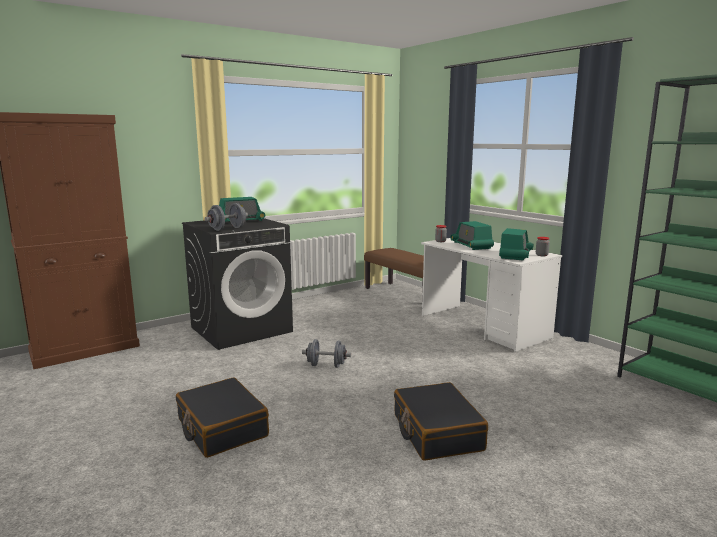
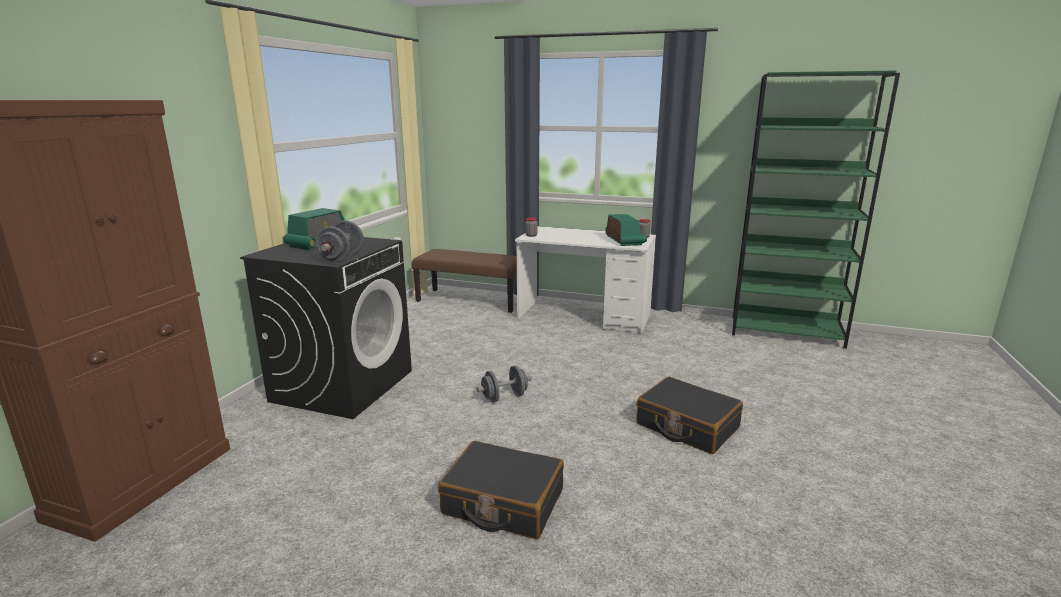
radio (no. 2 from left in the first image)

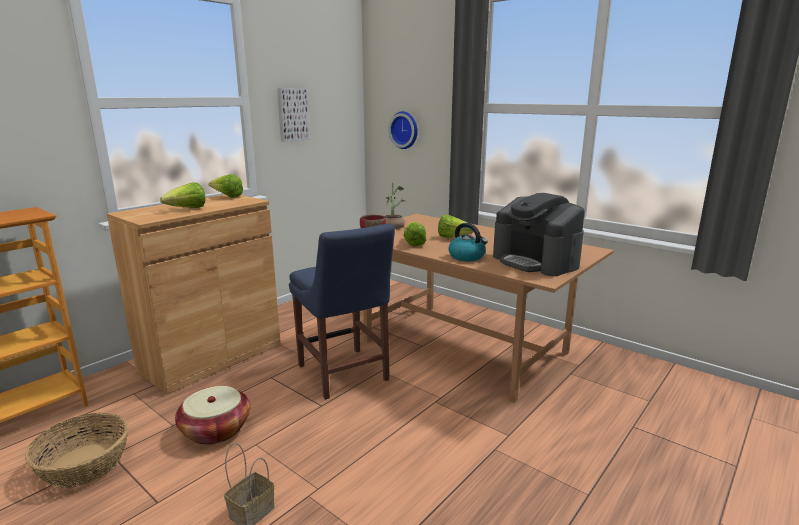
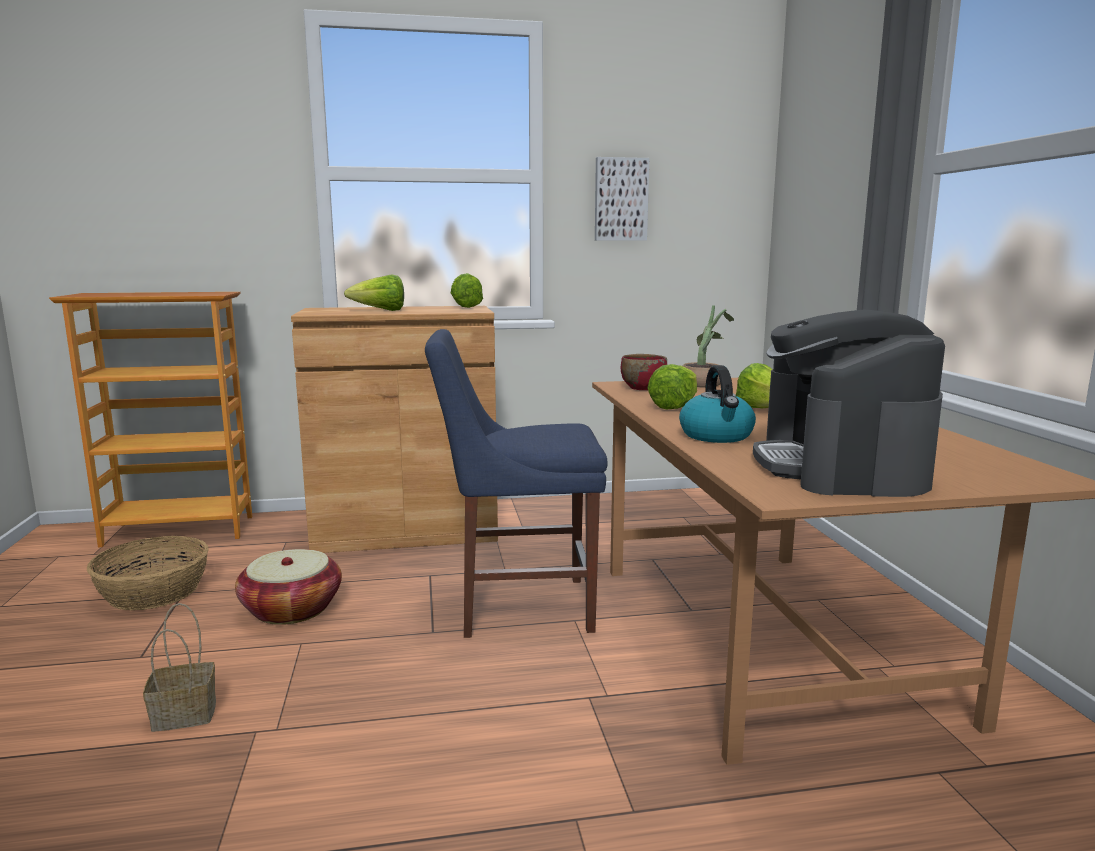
horloge murale
chaise (bleu)

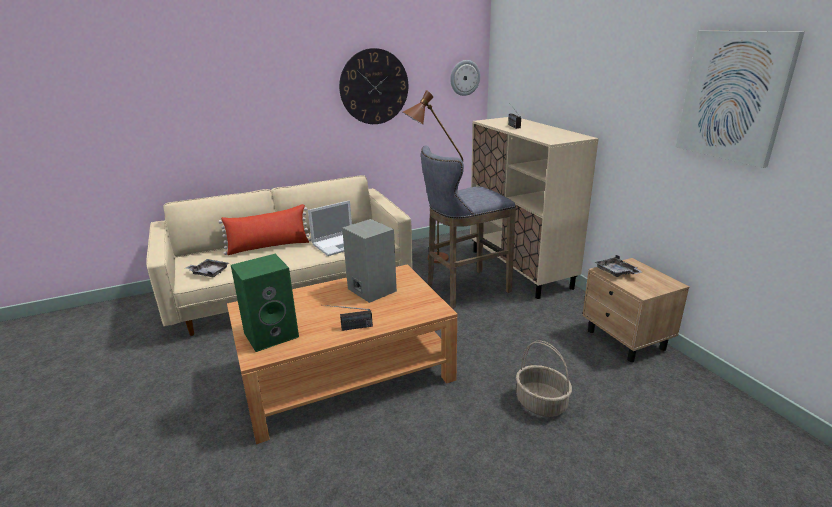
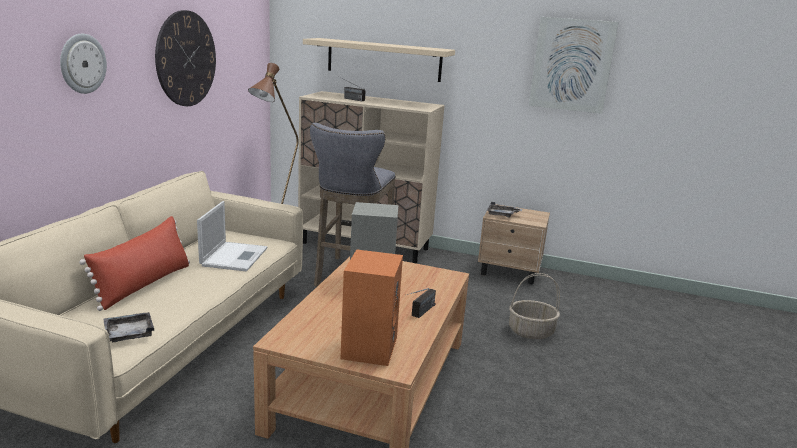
horloge murale (no. 1 from left)
enceinte (orange)
étagère (beige)

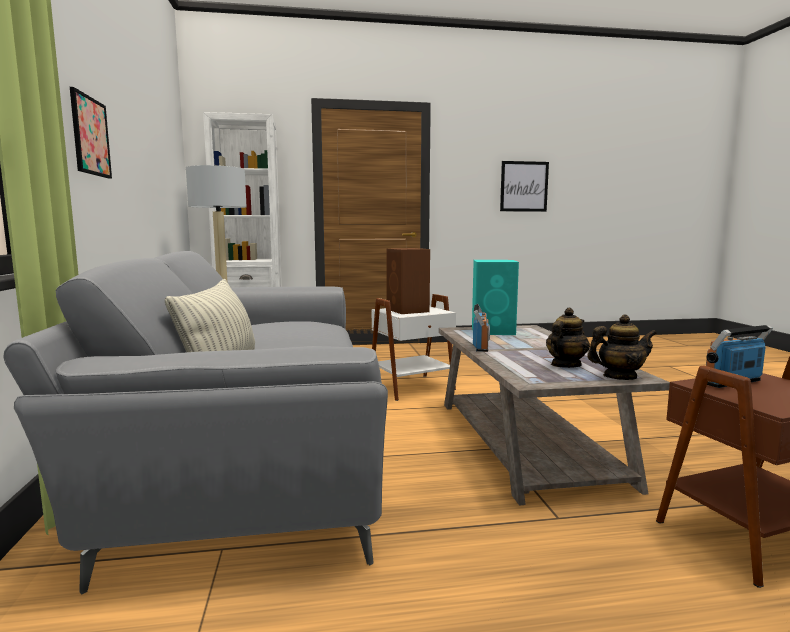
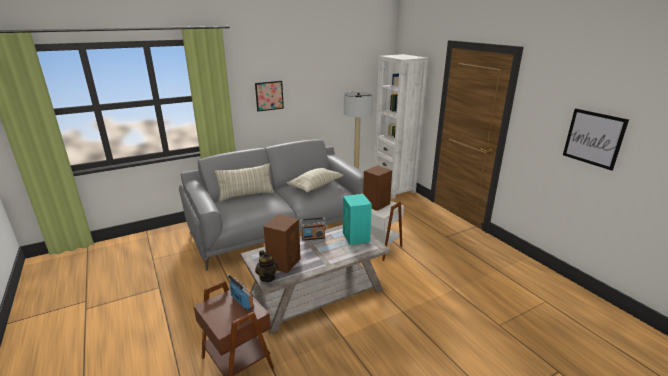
enceinte (marron) (no. 1 from left)
coussin (no. 2 from left)

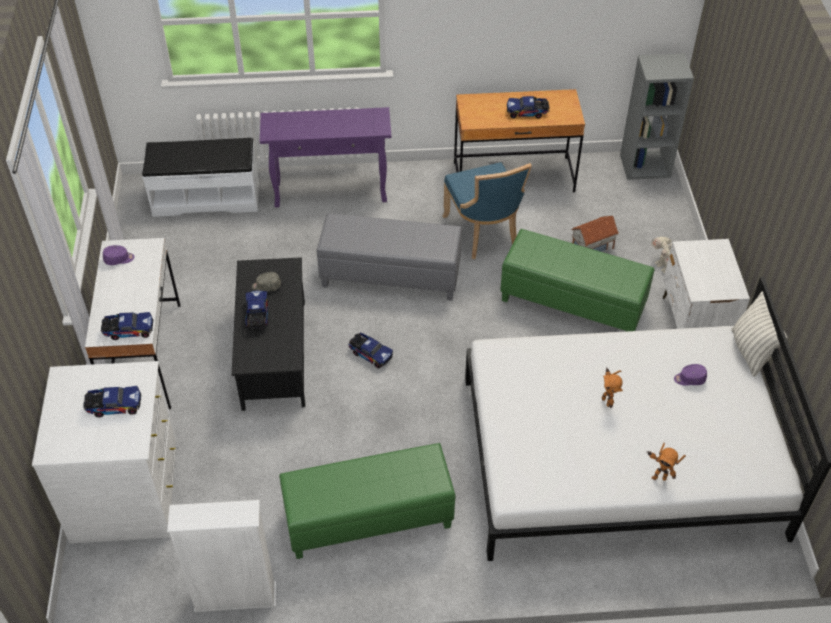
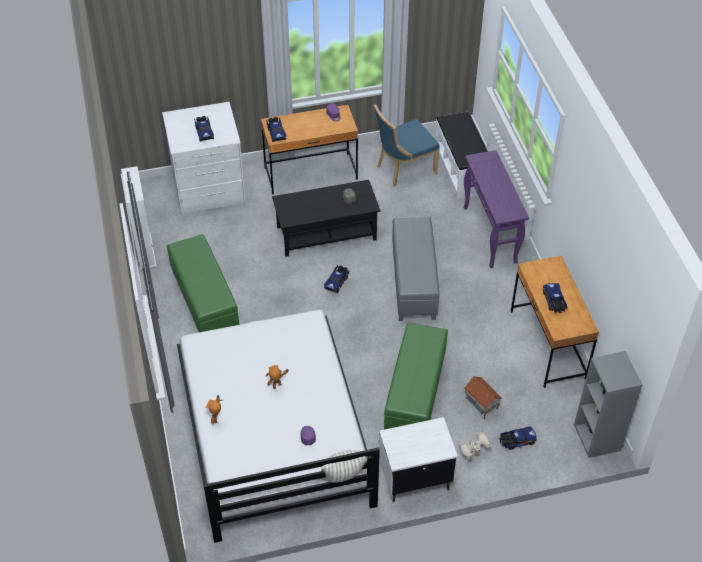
chaise (bleu)
bureau (marron) (no. 1 from left)
camion jouet (no. 4 from left)

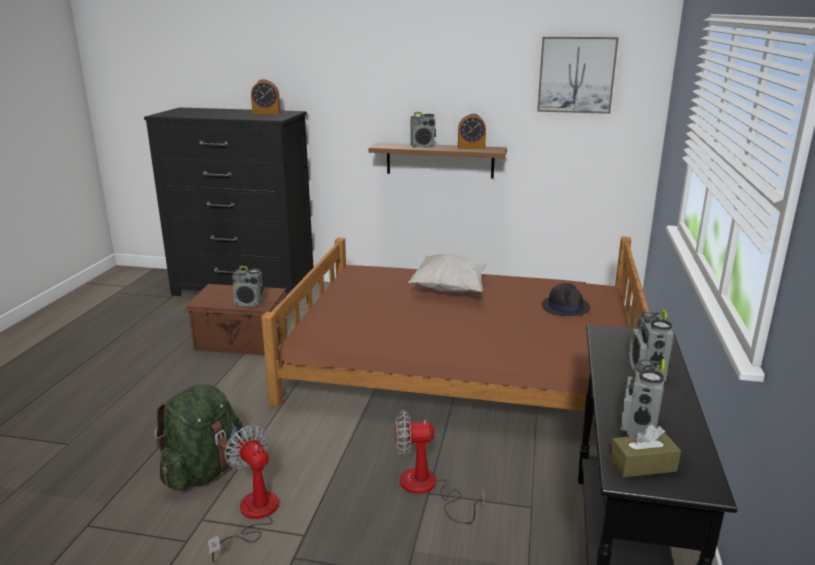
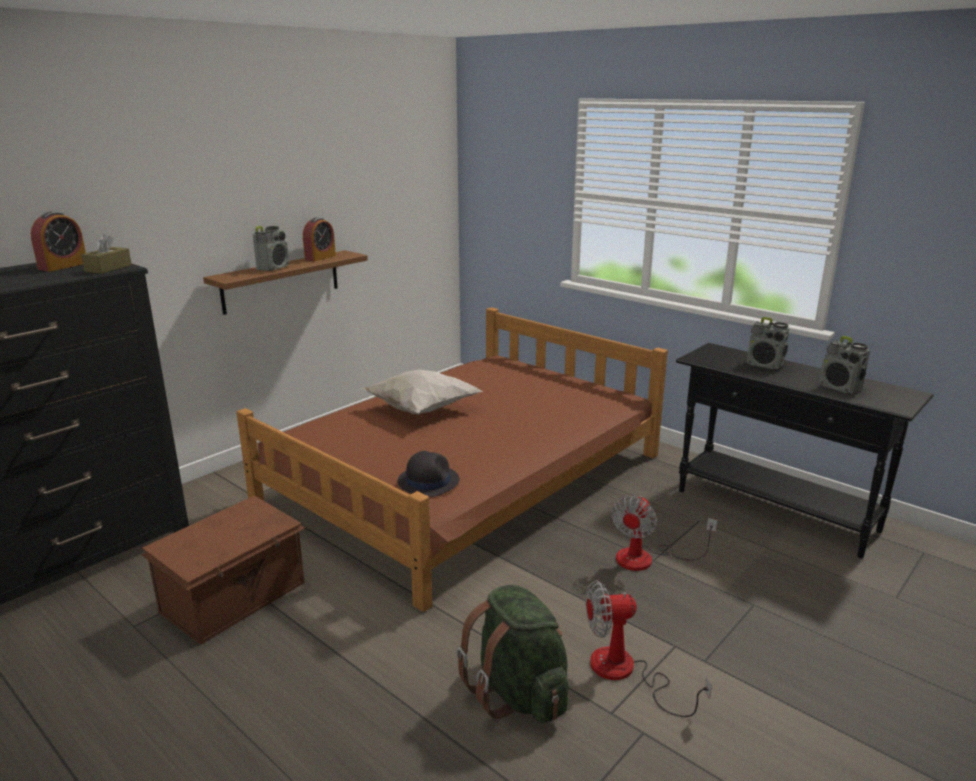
tableau
radio (no. 1 from left in the first image)
chapeau (noir)
boîte à mouchoirs (marron)

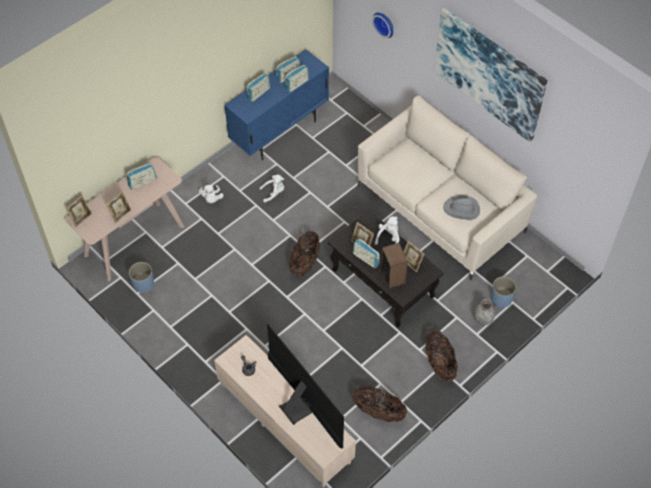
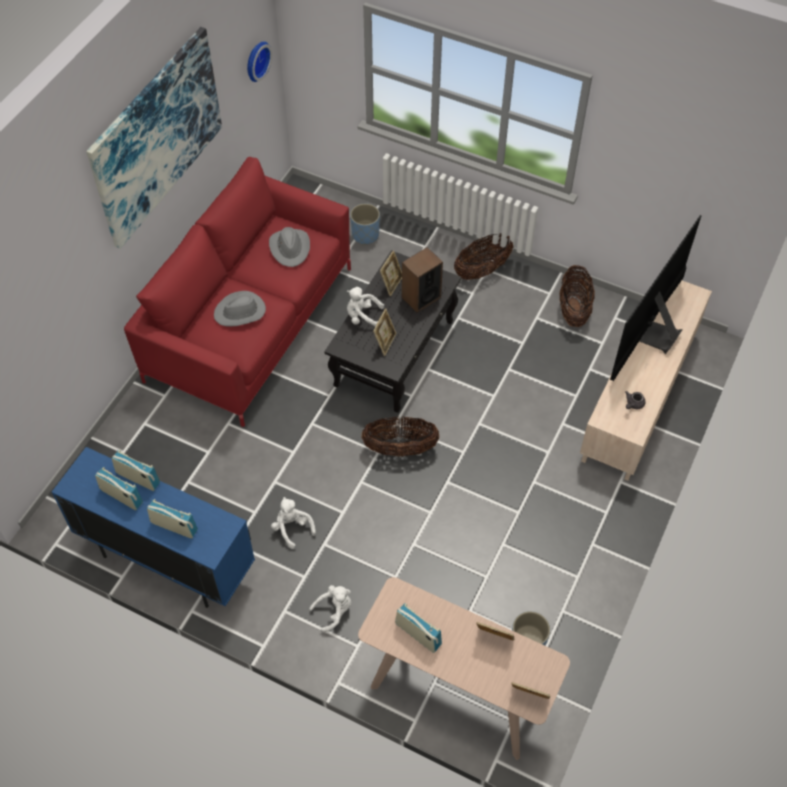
horloge murale
canapé (rouge)
radio (no. 5 from left in the first image)
vase (gris)
chapeau (gris) (no. 1 from left)

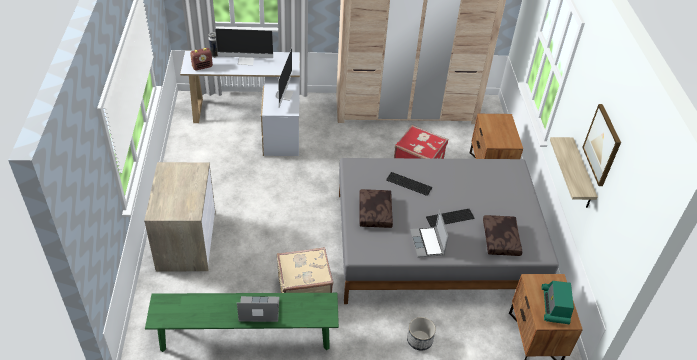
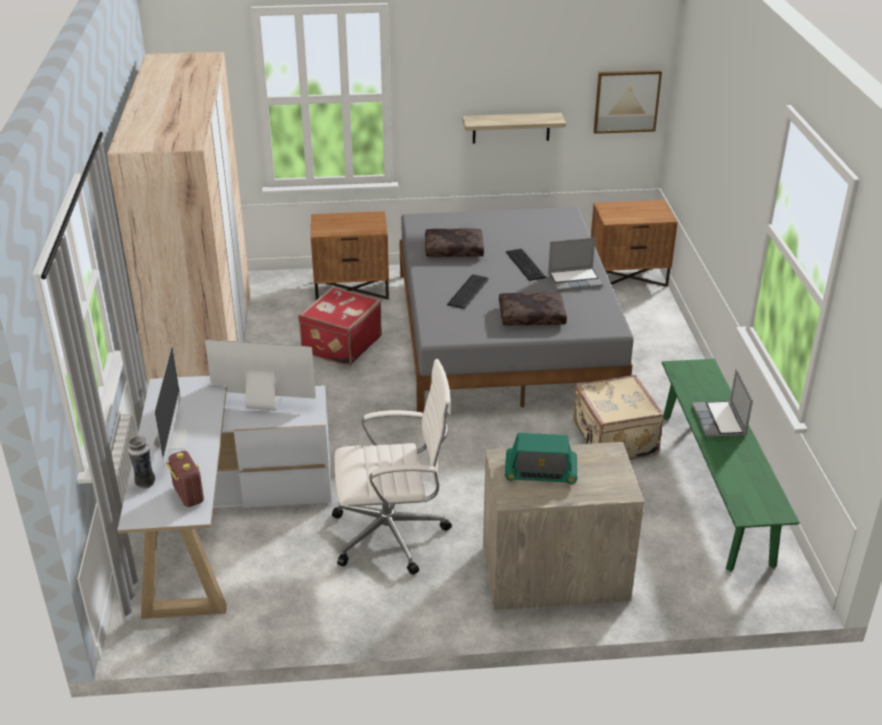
tableau
coussin (marron) (no. 1 from left)
radio (no. 2 from left)
cache-pot
chaise de bureau (blanc)

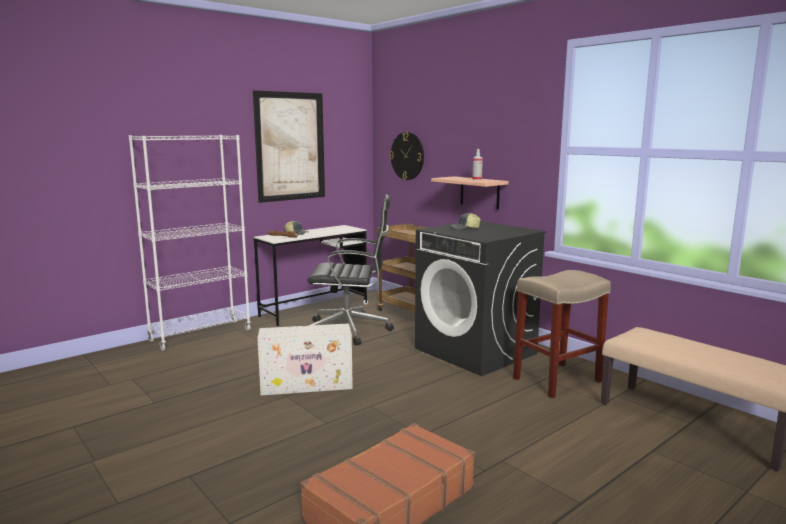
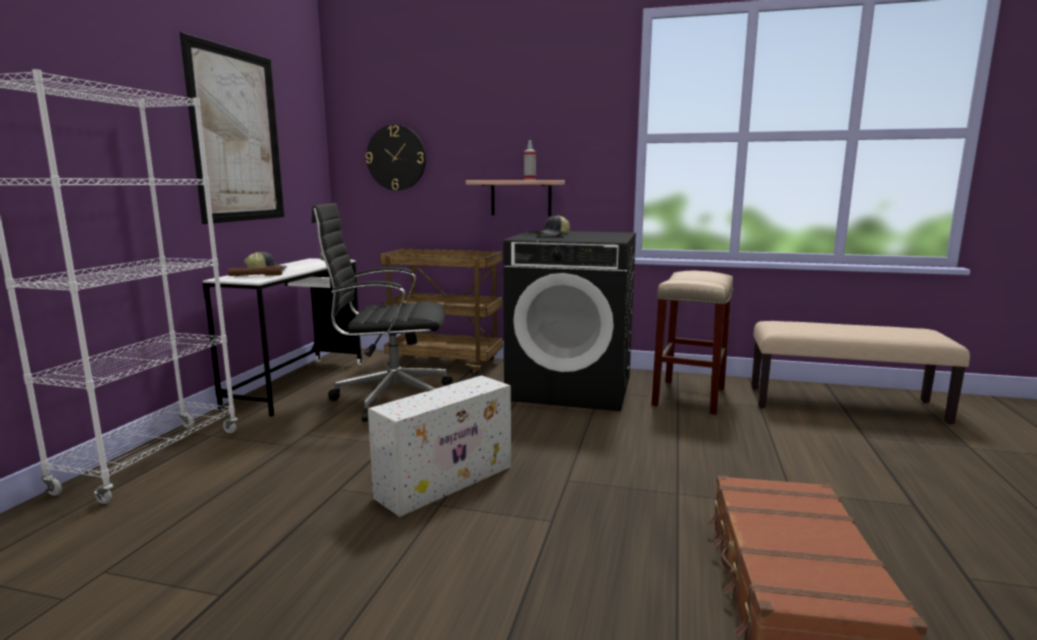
chaise de bureau (noir)

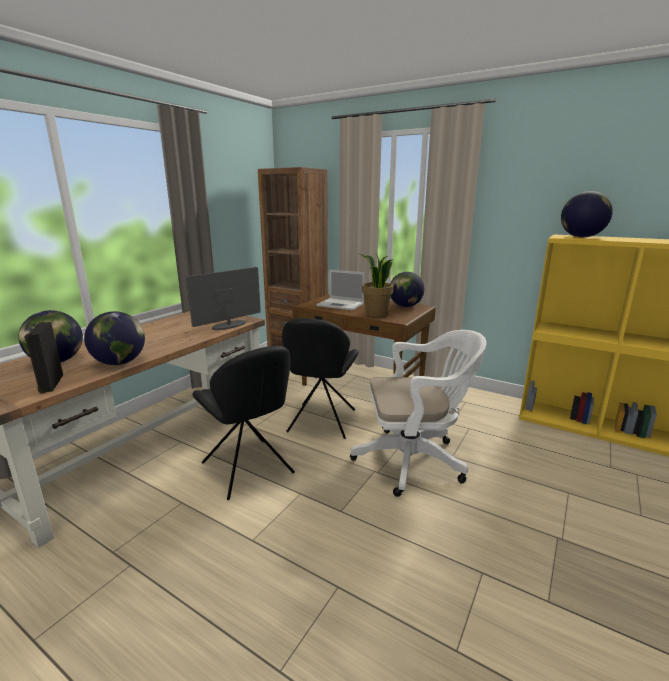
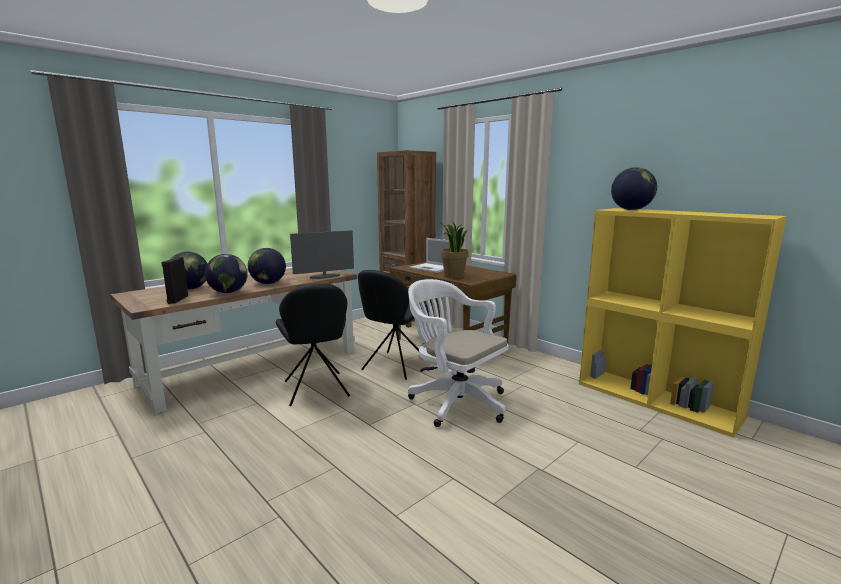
globe (no. 3 from left)
chaise de bureau (blanc)

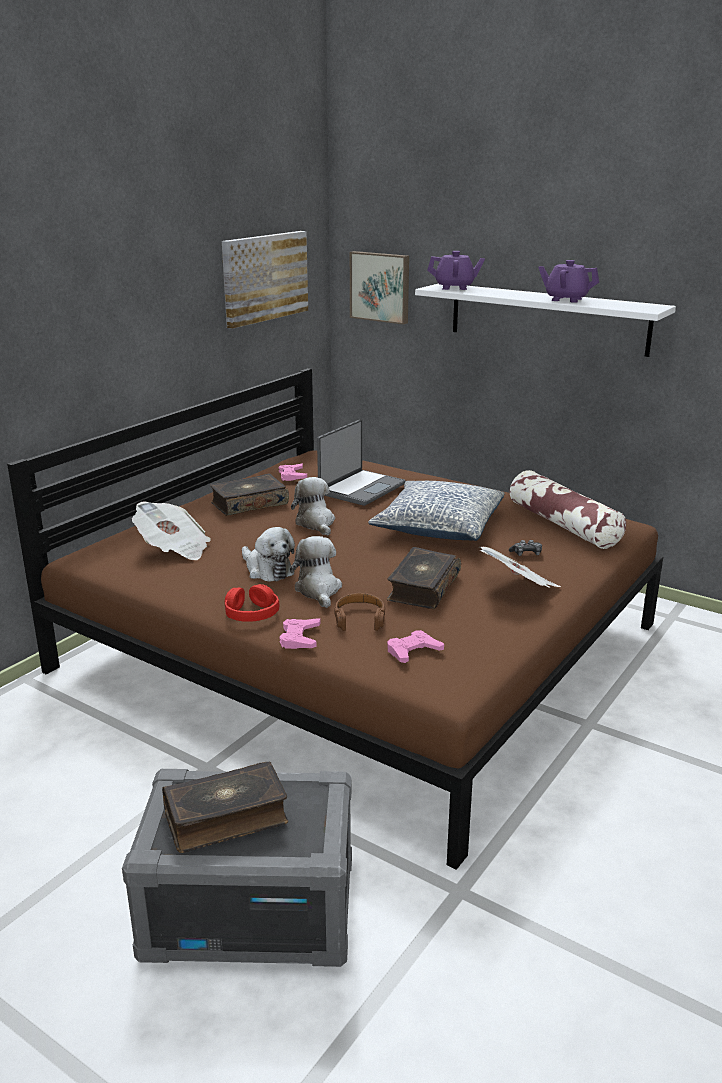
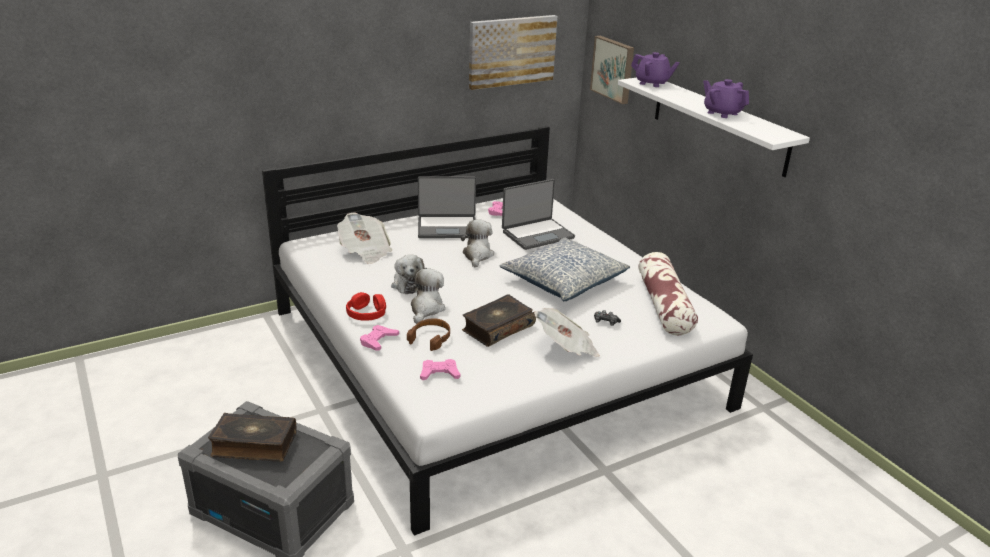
lit (blanc)
ordinateur portable (no. 1 from left)

